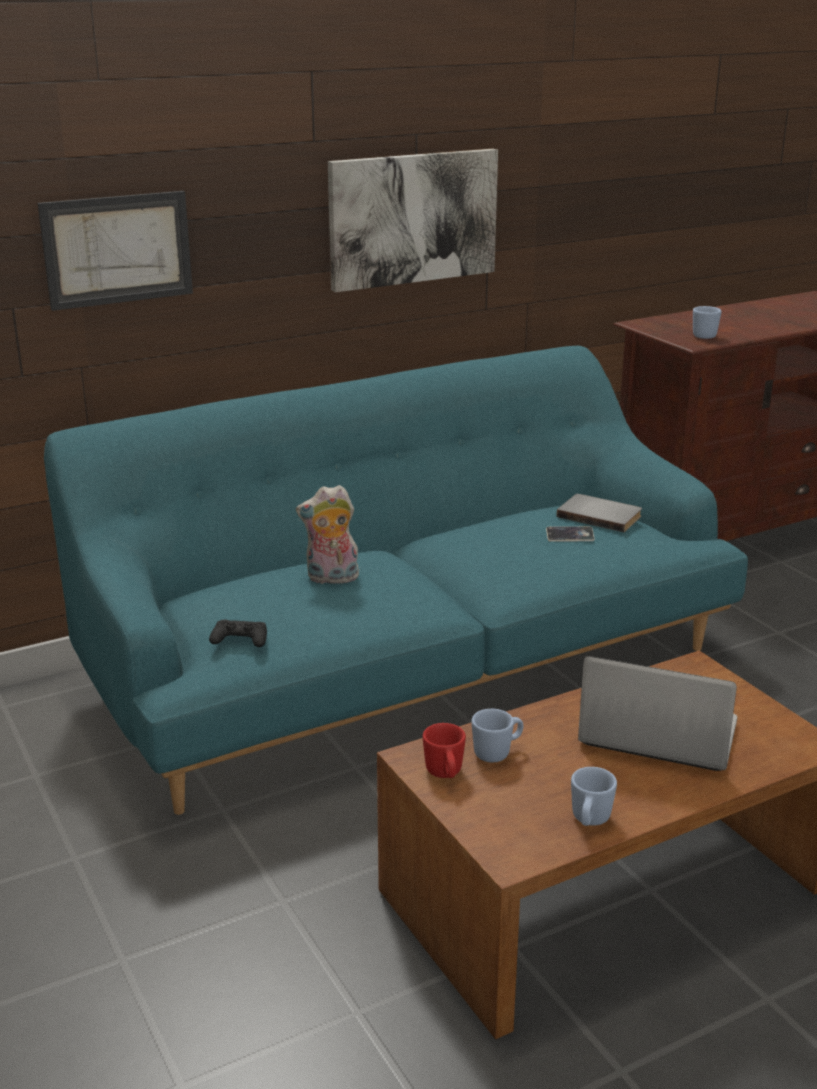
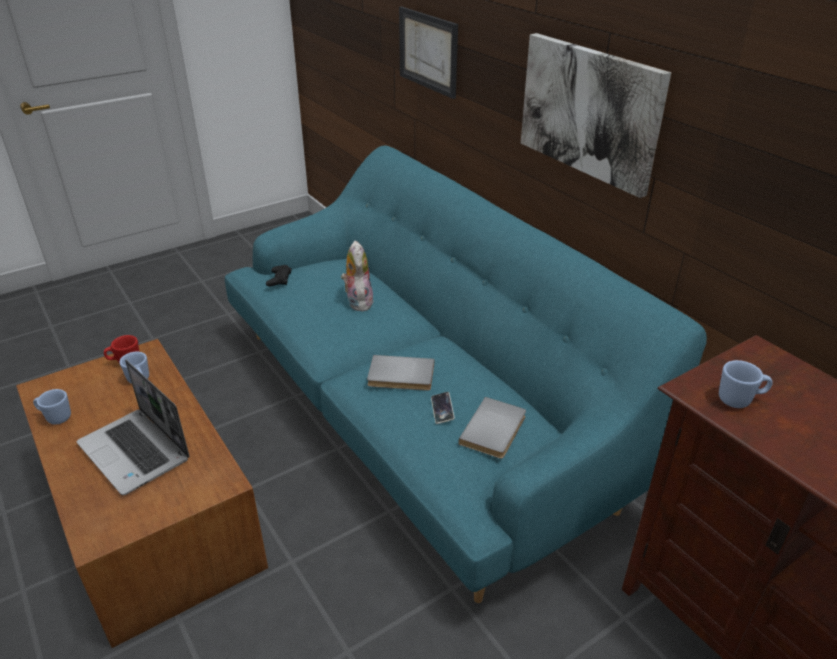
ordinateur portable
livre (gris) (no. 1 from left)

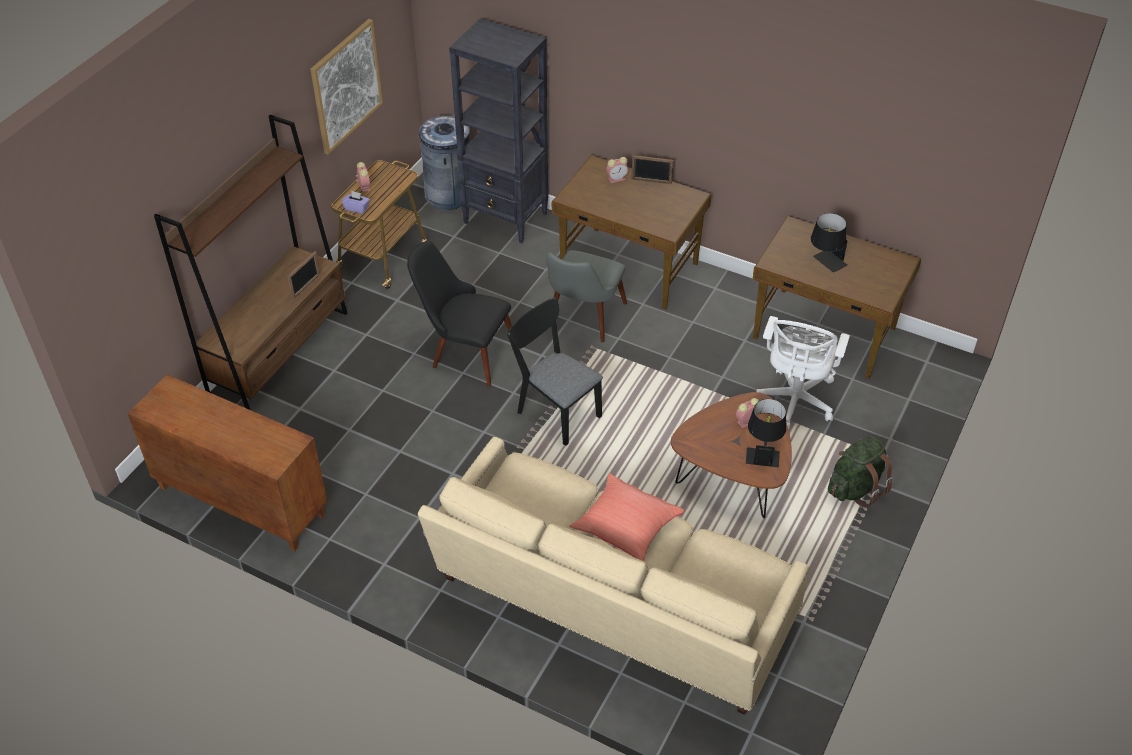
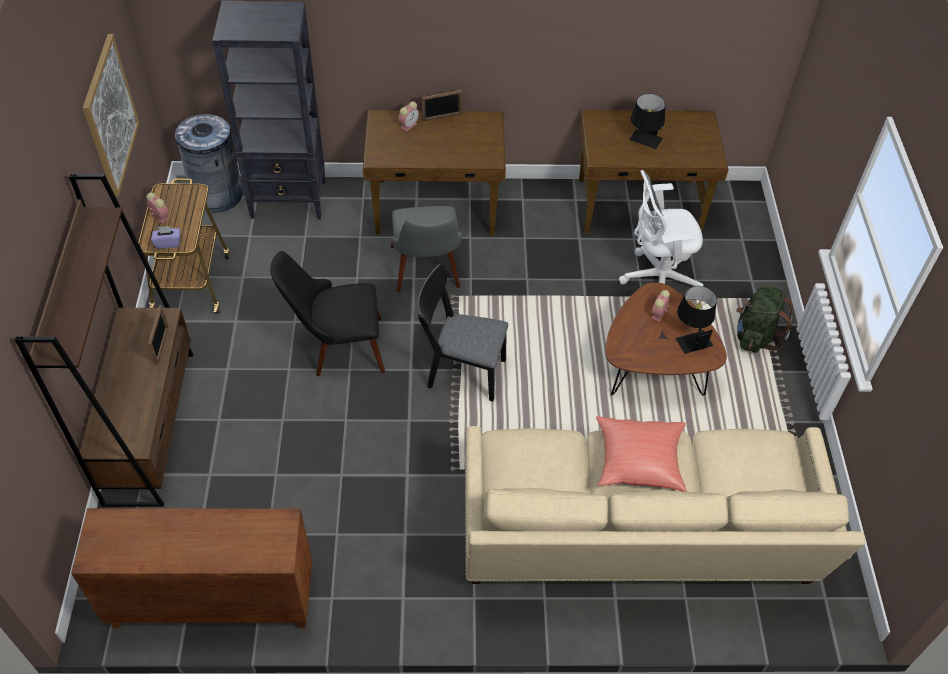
chaise de bureau (blanc)

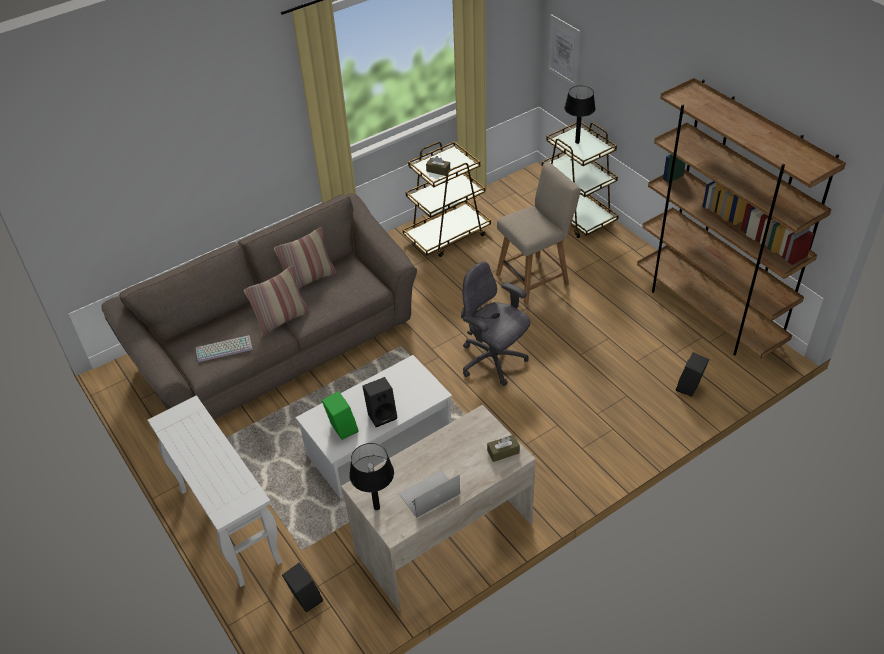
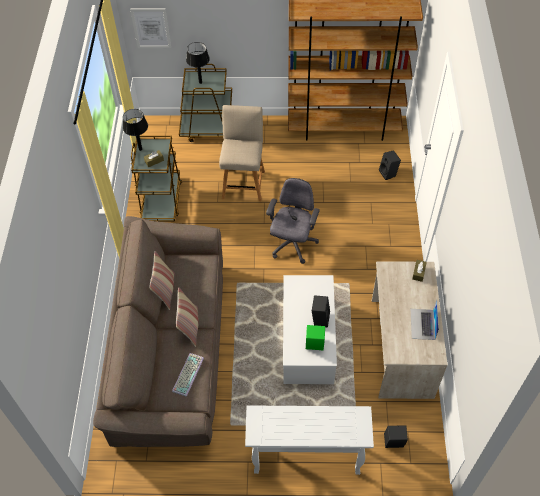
chaise de bureau (gris)
lampe de table (noir) (no. 1 from left)

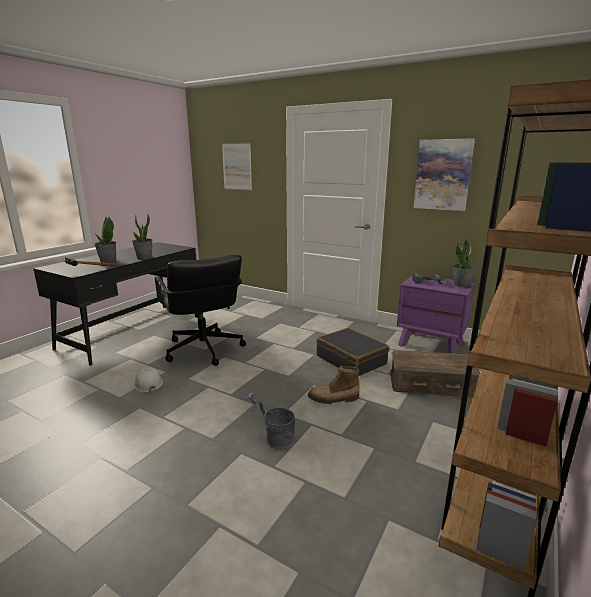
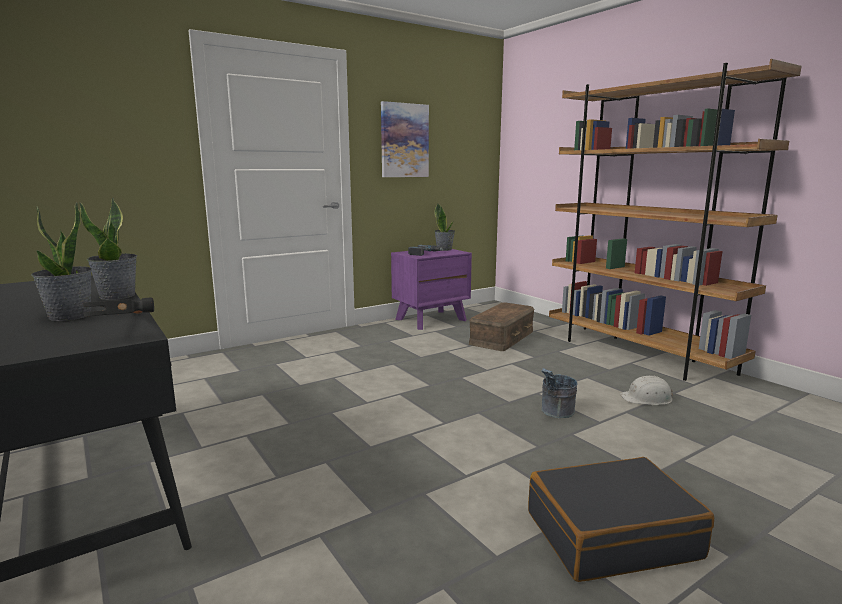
tableau (no. 1 from left in the first image)
chaise de bureau (noir)
valise (noir)
botte
casque de chantier (blanc)

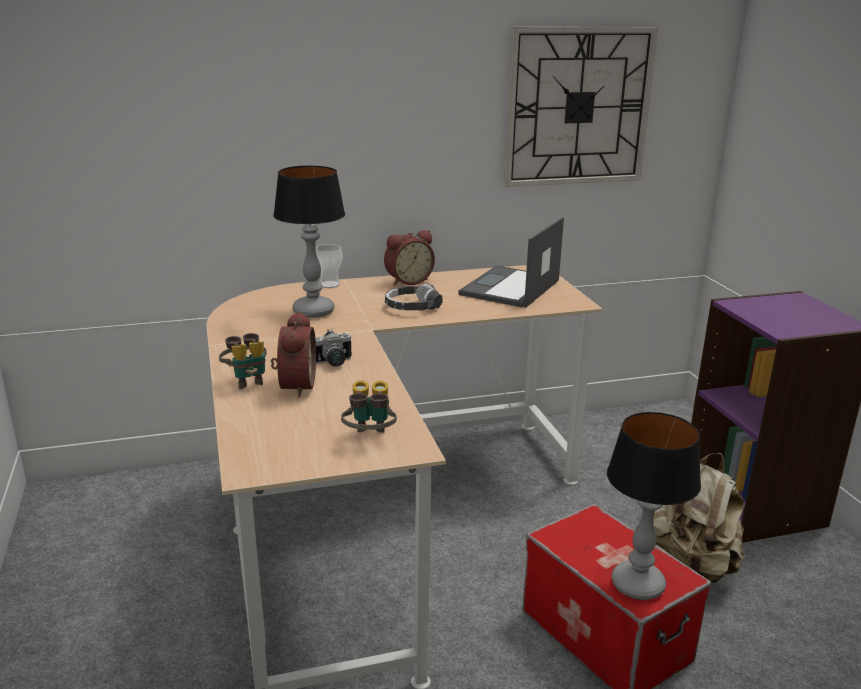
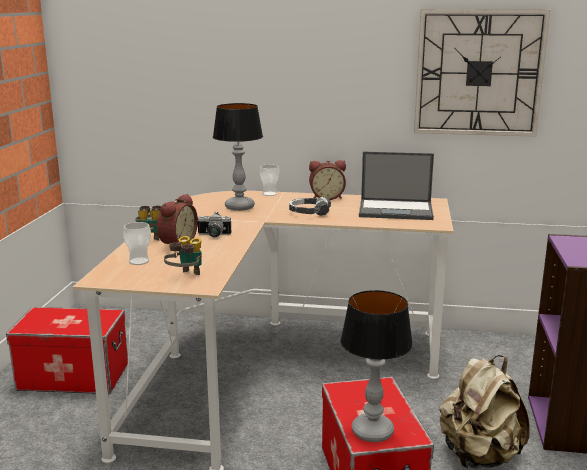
ordinateur portable
tasse (no. 1 from left)
boîte de rangement (no. 1 from left)

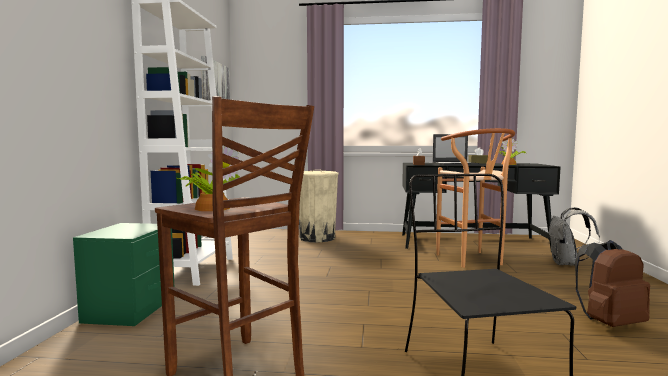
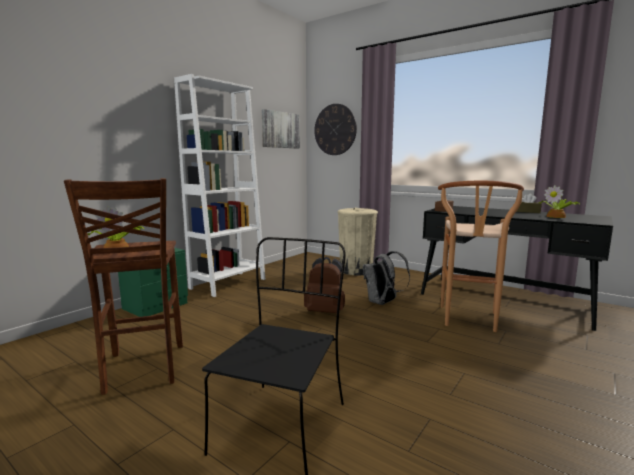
ordinateur portable
sac à dos (gris)
sac à dos (marron)
horloge murale

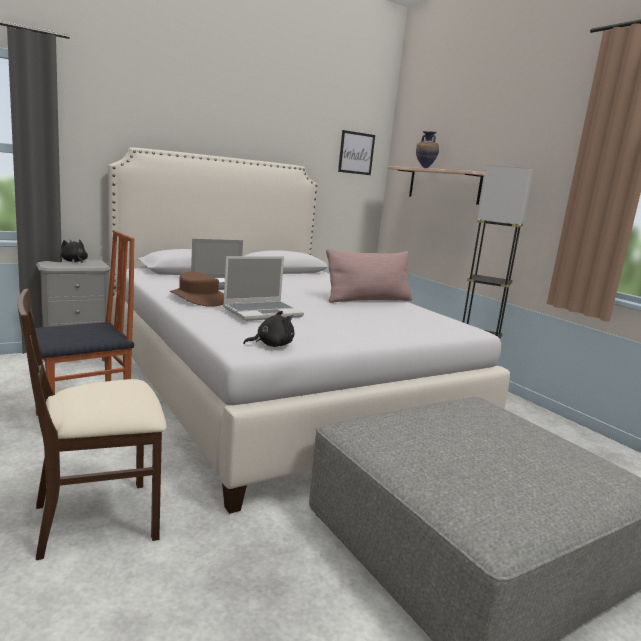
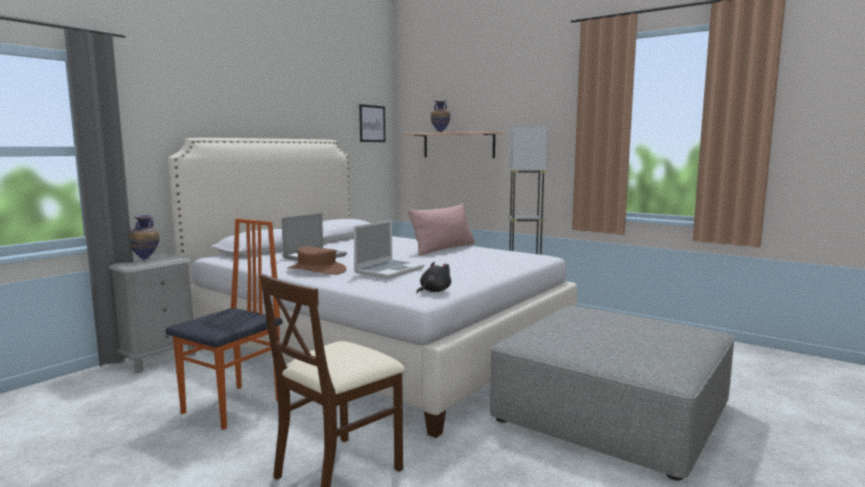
vase (no. 1 from left)

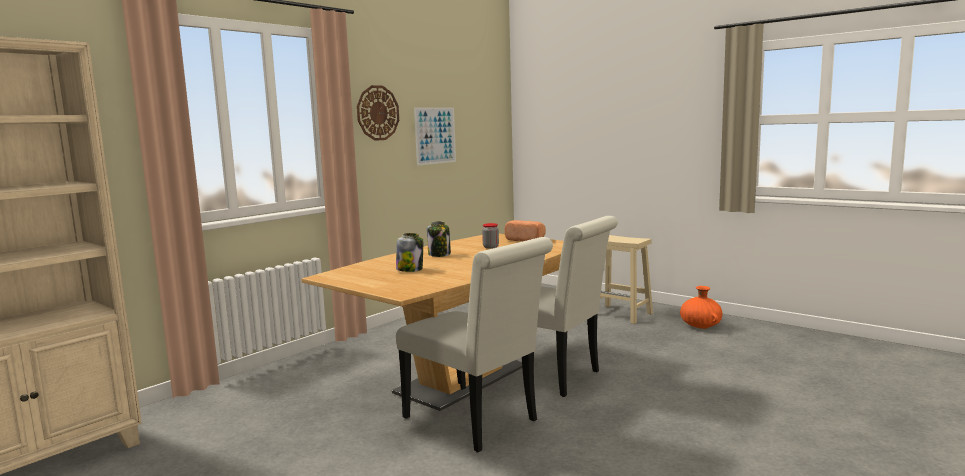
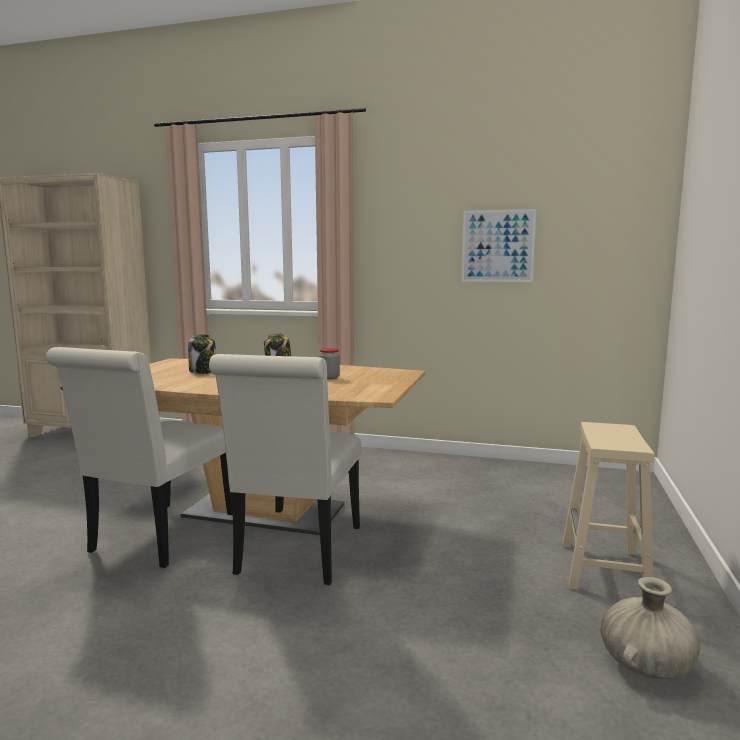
horloge murale
pain
vase (beige)

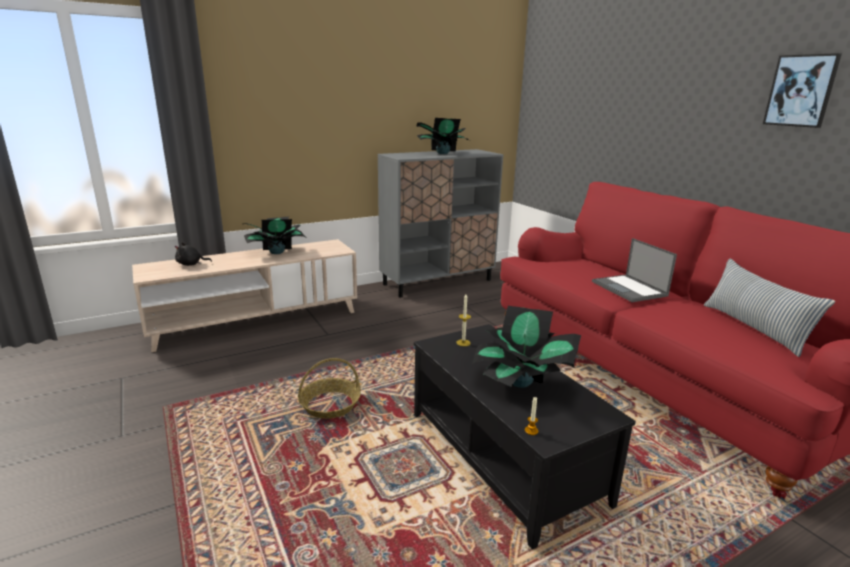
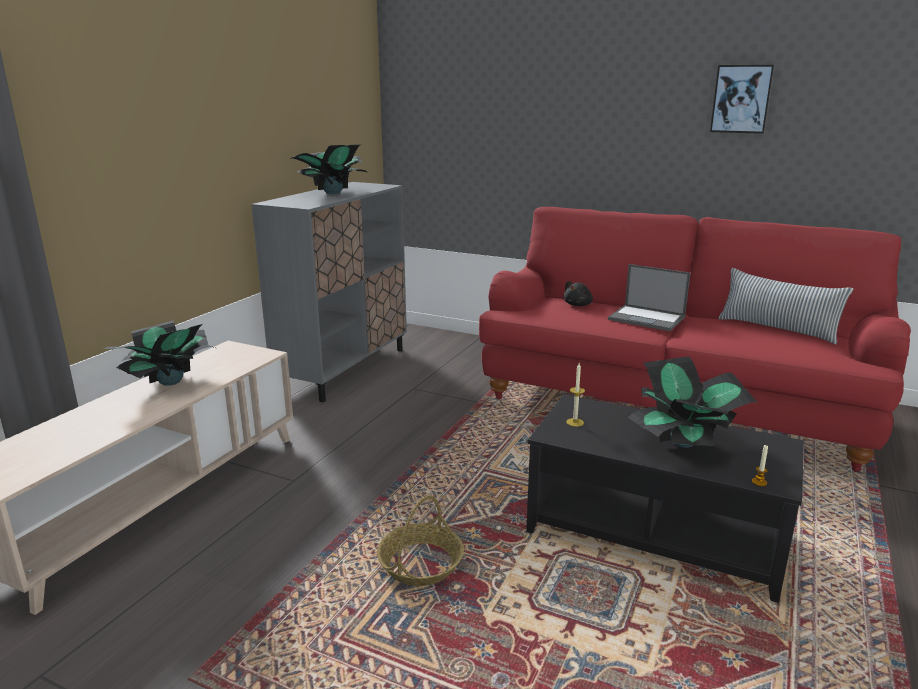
peluche (noir)

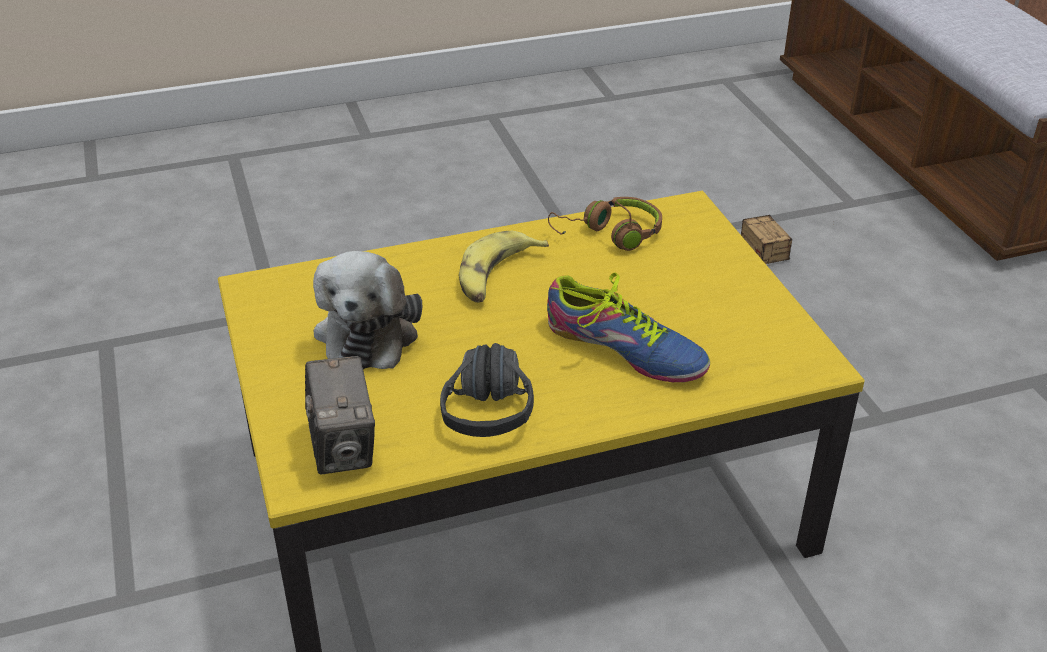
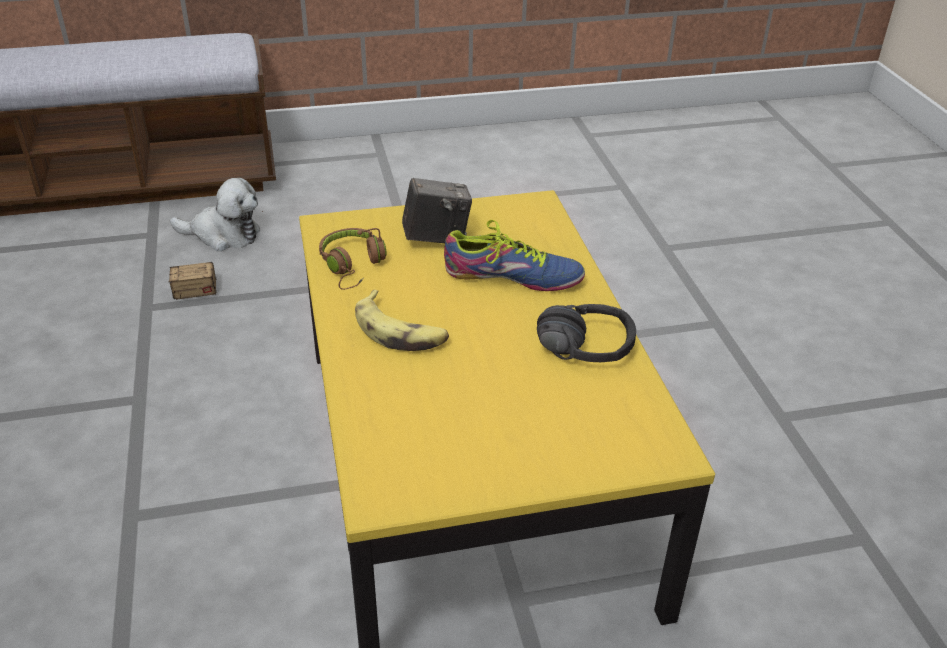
peluche
chaussure
appareil photo

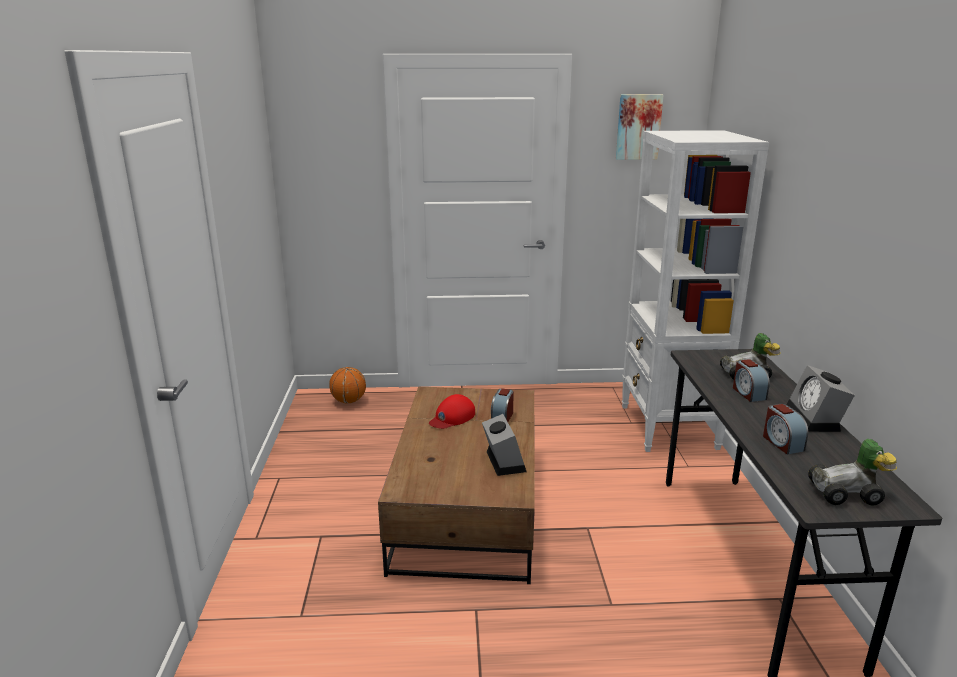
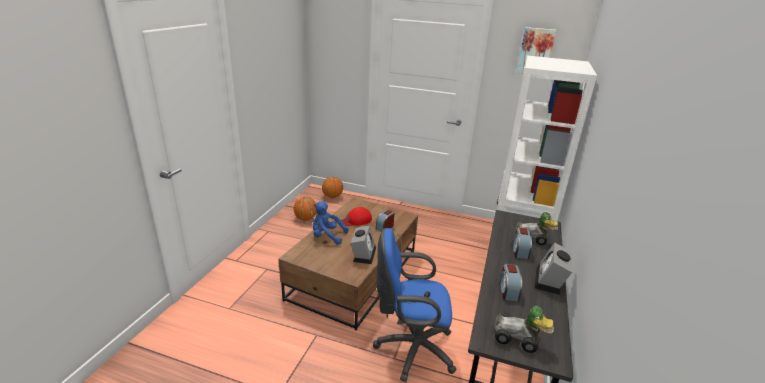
ballon de basket (no. 1 from left)
peluche (bleu)
chaise de bureau (bleu)

